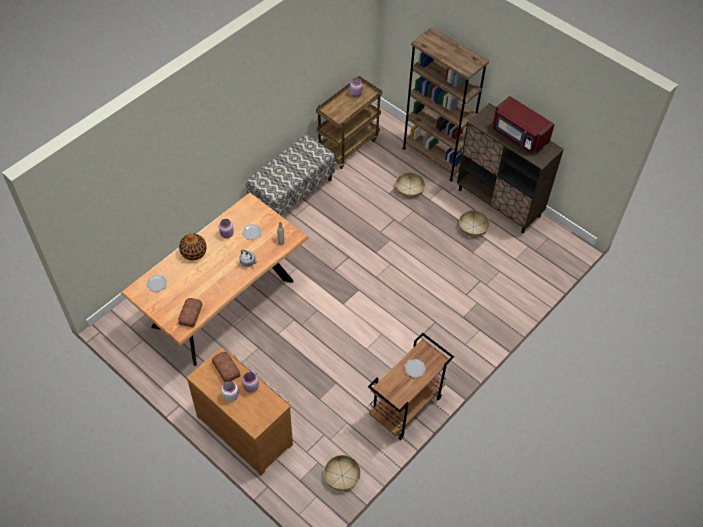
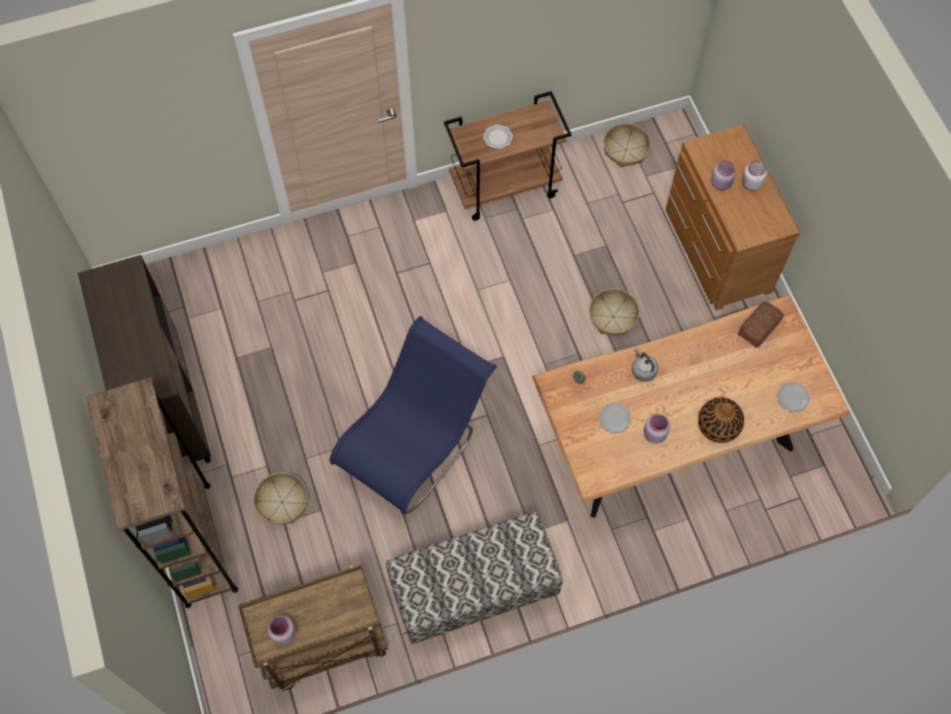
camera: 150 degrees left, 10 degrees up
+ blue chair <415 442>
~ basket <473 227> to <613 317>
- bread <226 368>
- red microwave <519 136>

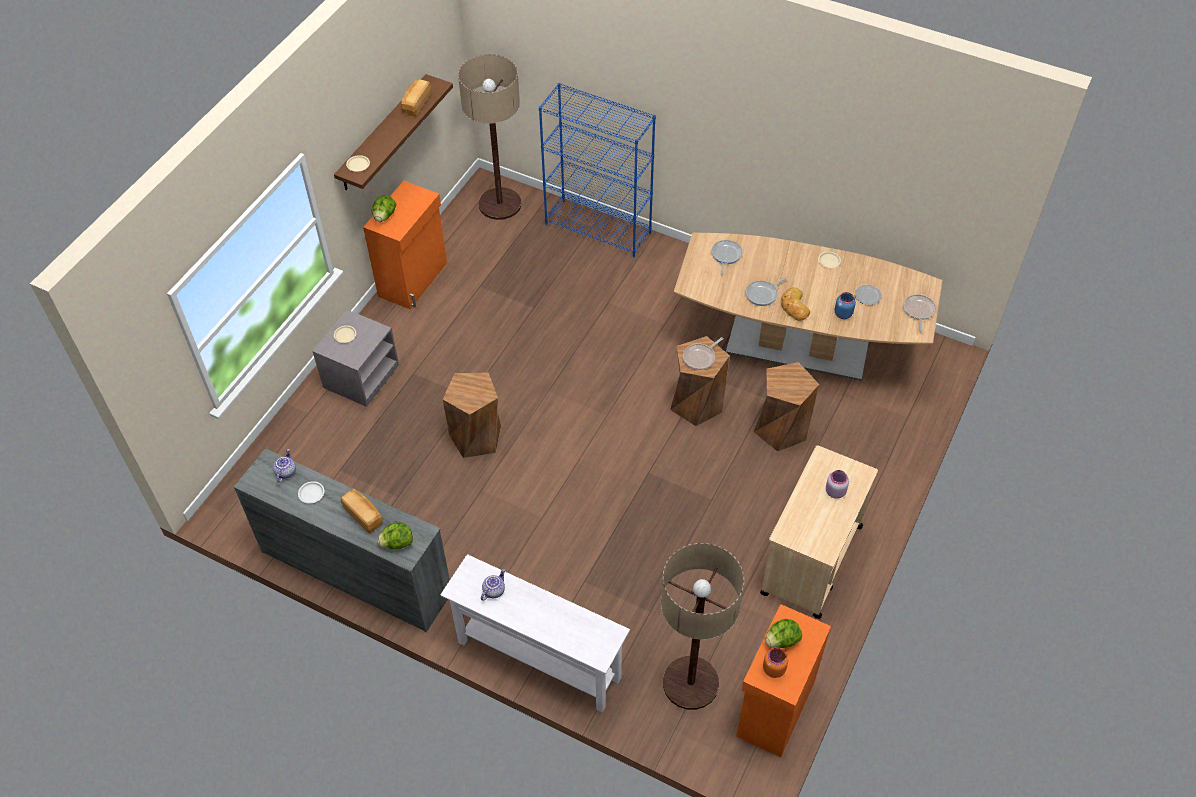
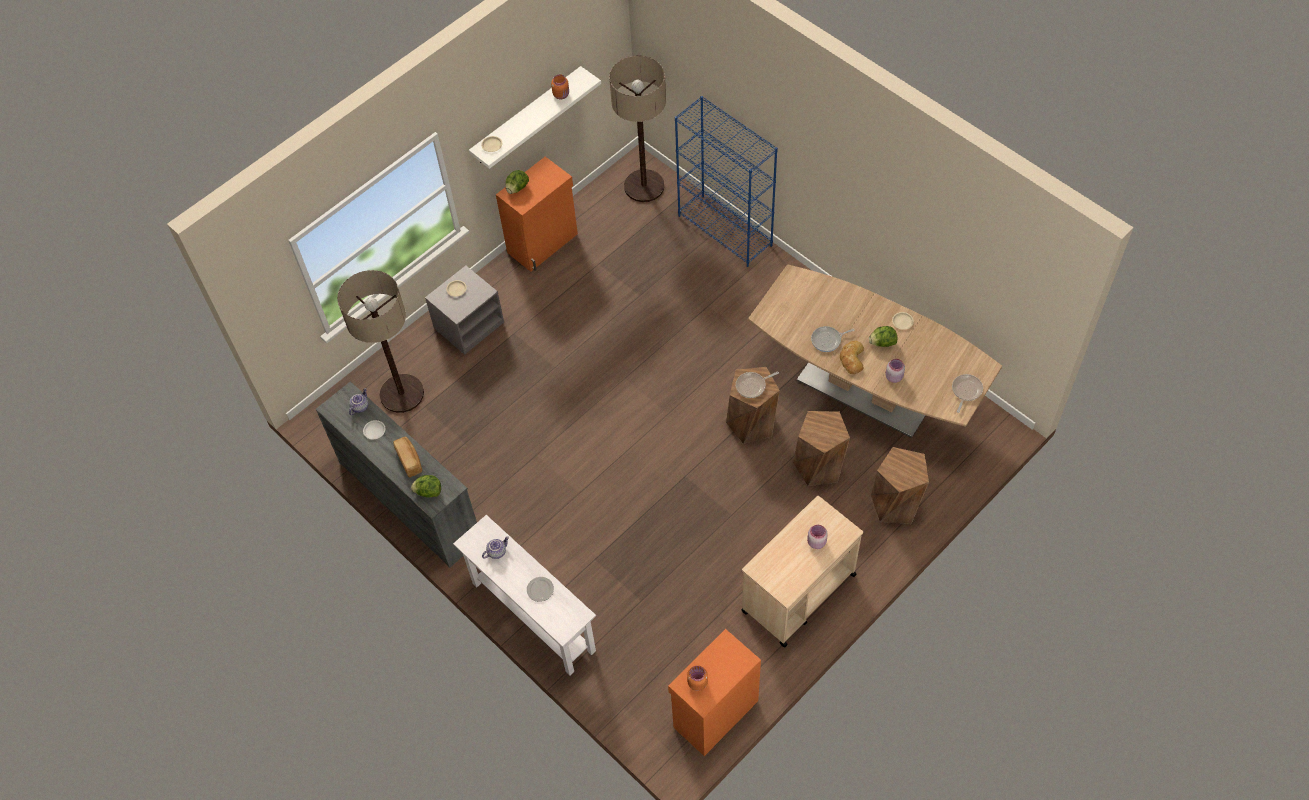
camera: 20 degrees right, 5 degrees up
~ floor lamp <690 683> to <402 394>
~ brown shelf <383 133> to white shelf <527 116>
~ plate <867 295> to <540 589>
~ bread <416 104> to orange jar <561 95>
~ lettuce <782 640> to <882 343>
~ brown stool <476 437> to <896 504>
~ blue jar <842 314> to pink jar <893 376>
- frying pan <726 255>

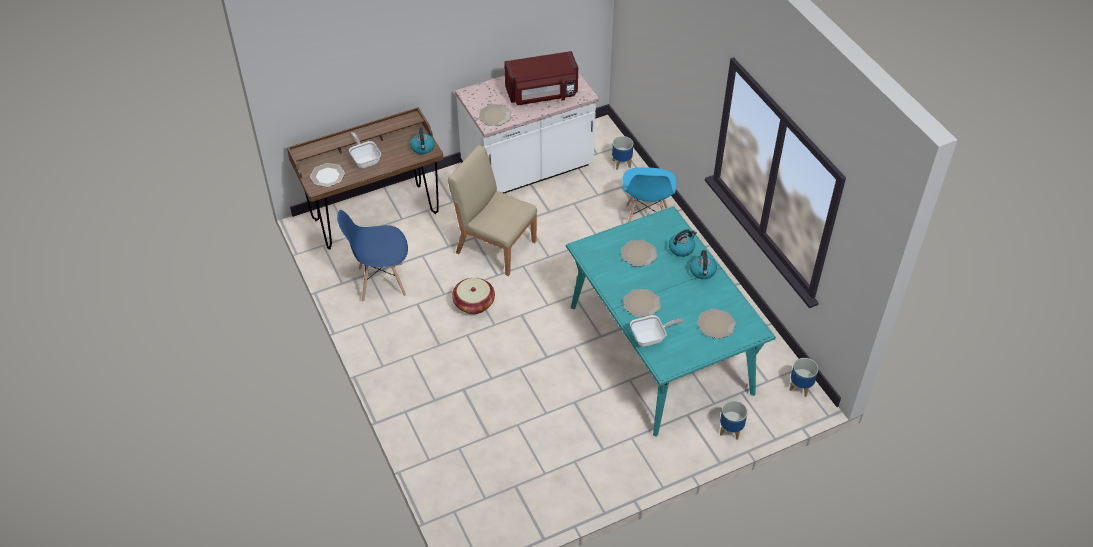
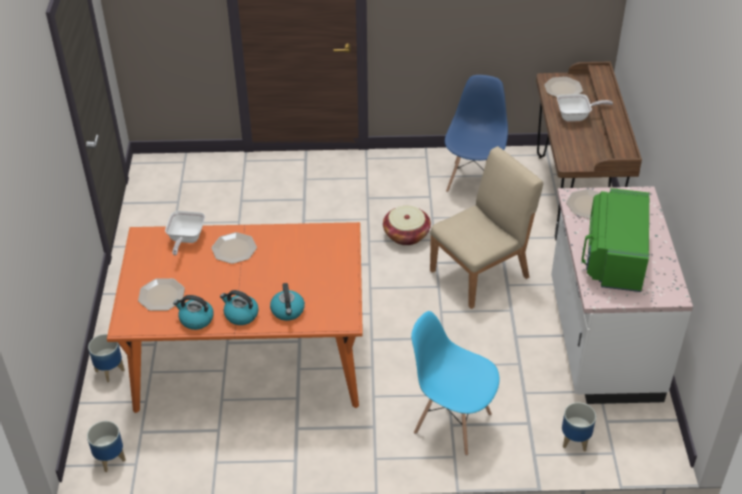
camera: 115 degrees right, 5 degrees down
~ turquoise dining table <661 349> to orange dining table <248 357>
~ kettle <423 148> to <196 319>
~ red microwave <542 94> to green microwave <614 257>
- plate <639 253>

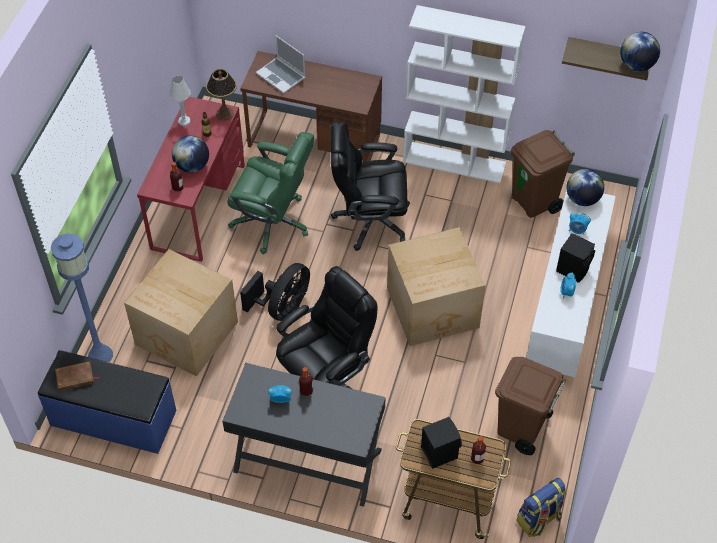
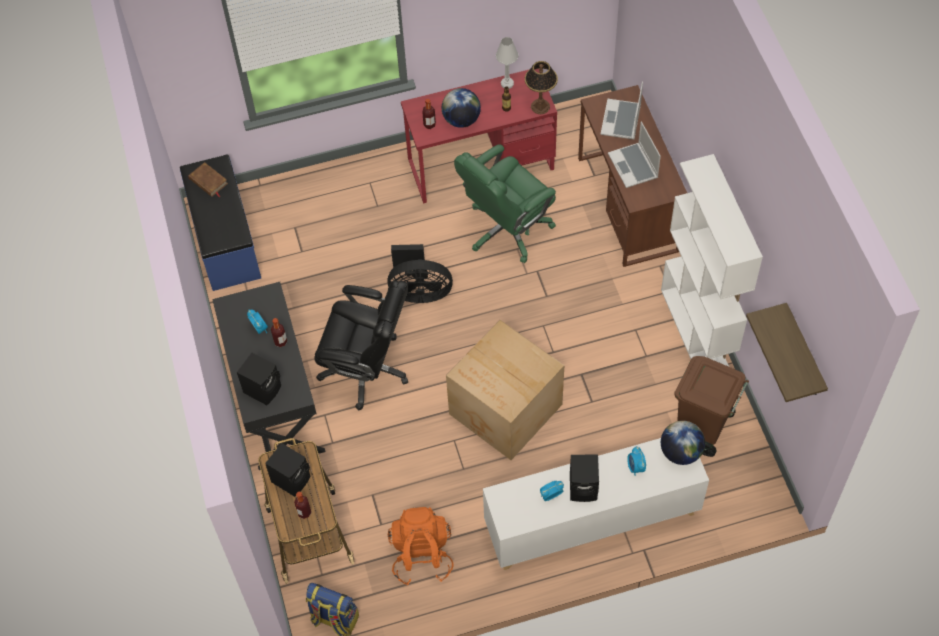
camera: 60 degrees right, 5 degrees up
+ black speaker <263 388>
~ brown trash can <521 429> to orange backpack <421 555>
~ green office chair <273 222> = <507 229> 60 degrees clockwise
+ laptop <634 166>
- blue floor lamp <100 355>
- cardboard box <187 334>
- black office chair <370 220>
- globe <636 65>

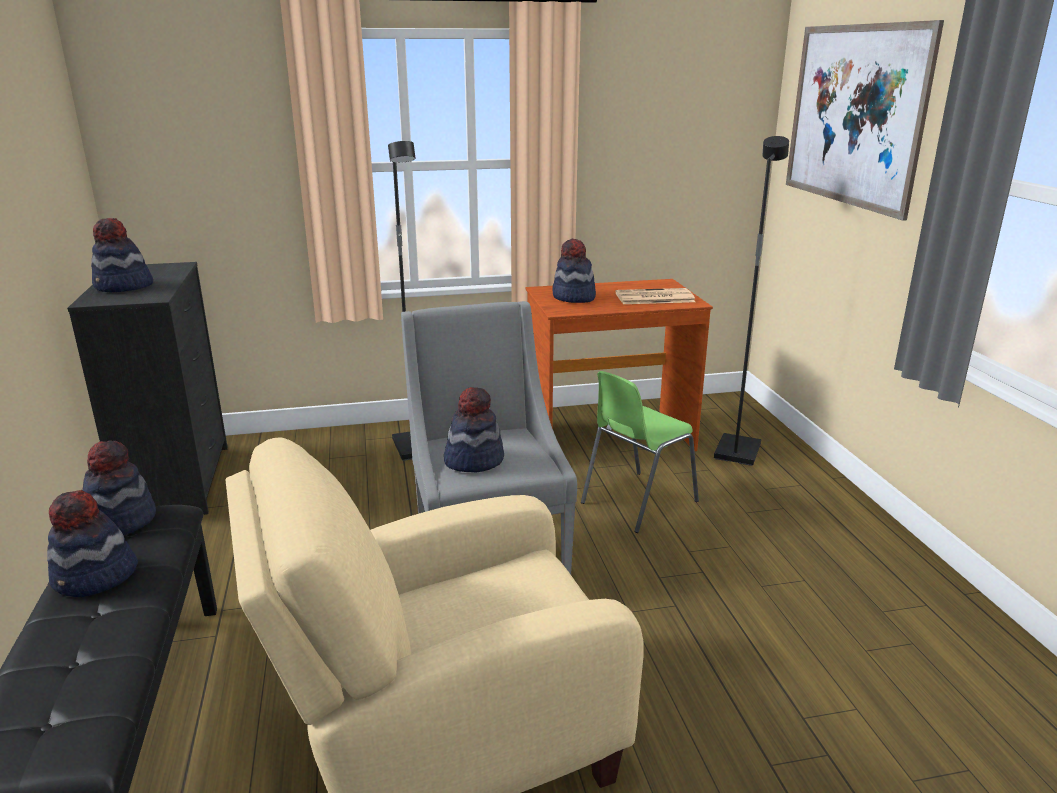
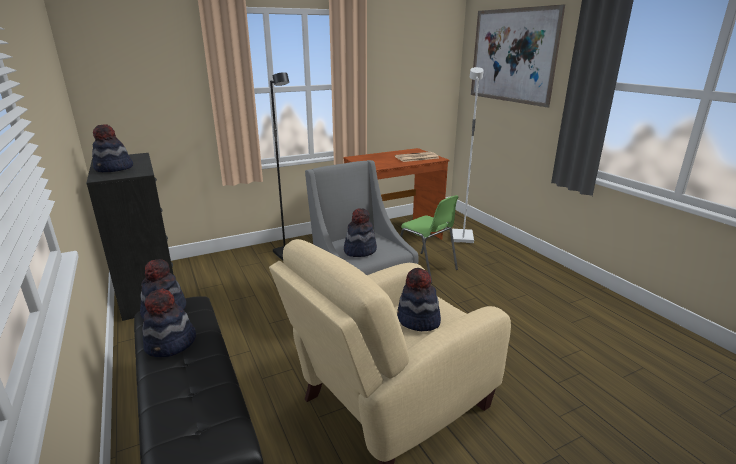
camera: 15 degrees left, 0 degrees up
~ hat <573 298> to <418 320>
~ green chair <637 502> = <425 268> 75 degrees counterclockwise
~ black floor lamp <736 451> to white floor lamp <461 237>

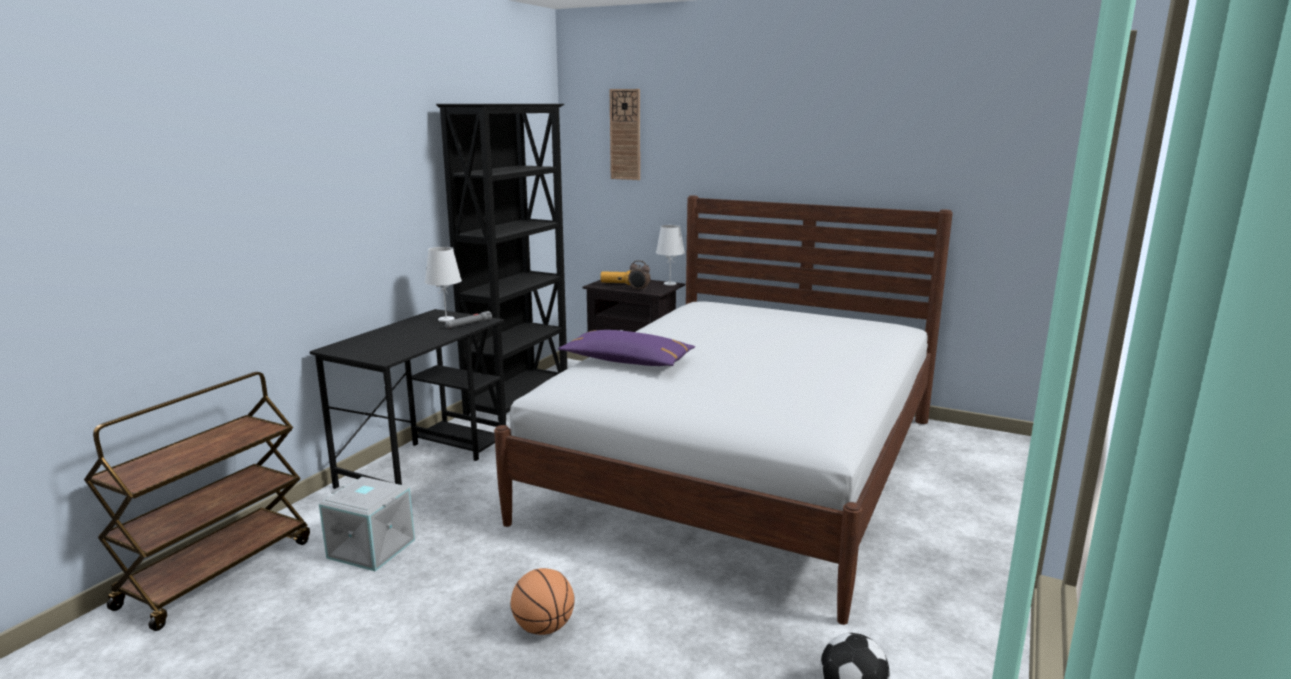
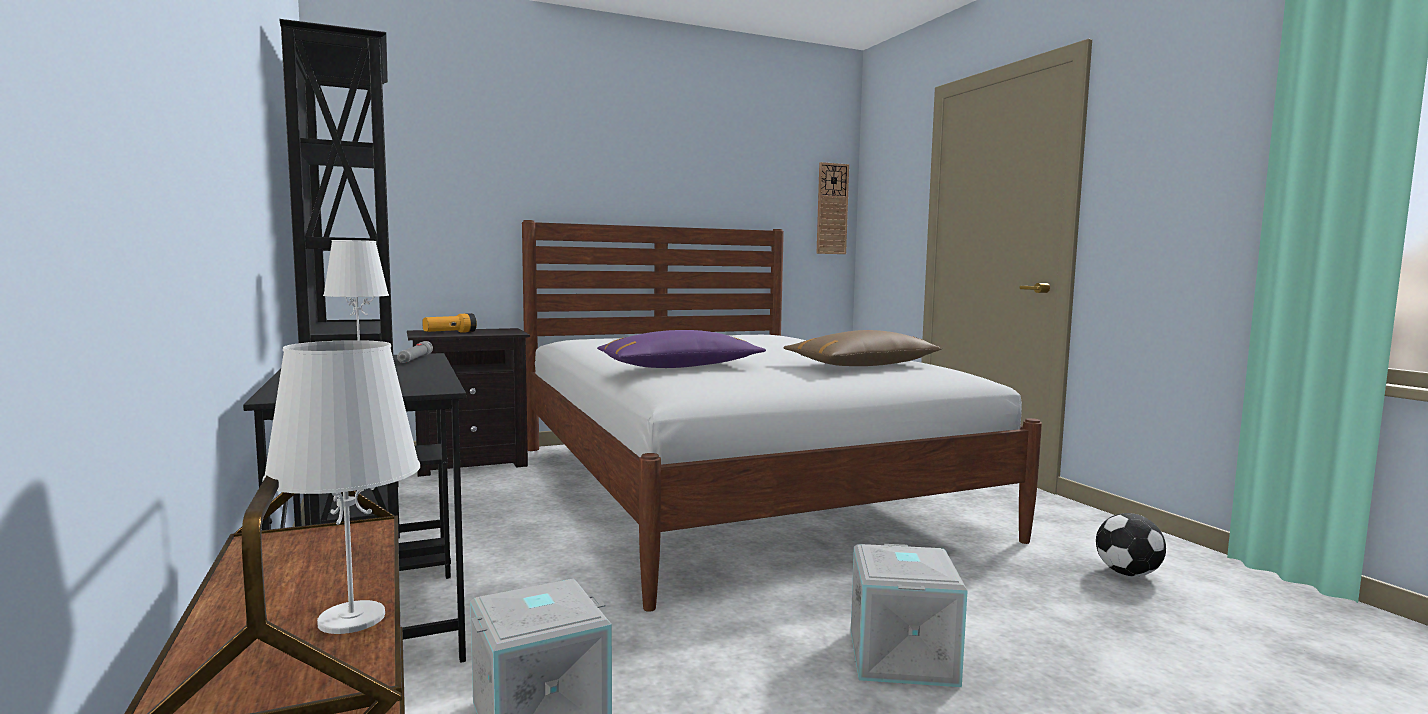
camera: 50 degrees left, 10 degrees down
~ white table lamp <670 284> to <352 619>
+ brown pillow <863 365>
~ wall clock <625 134> to <832 209>
~ basketball <543 628> to grey storage box <904 658>
- alarm clock <639 290>

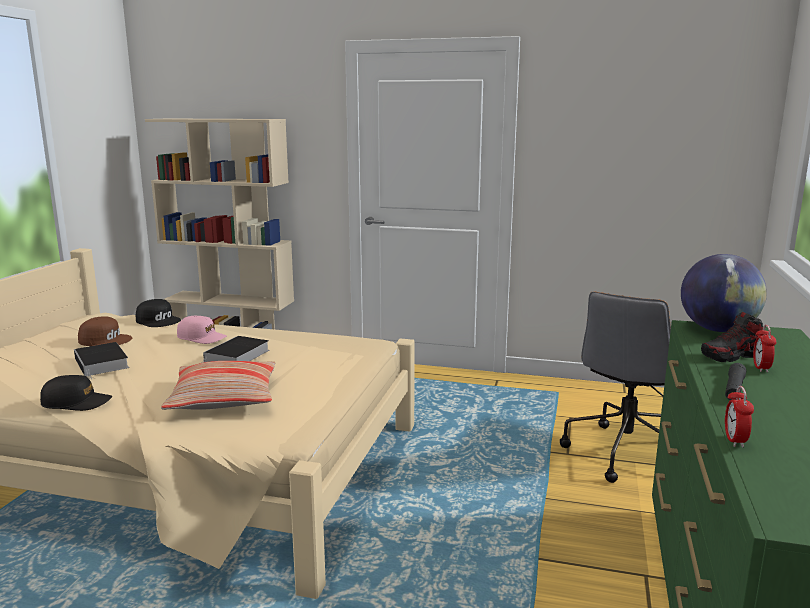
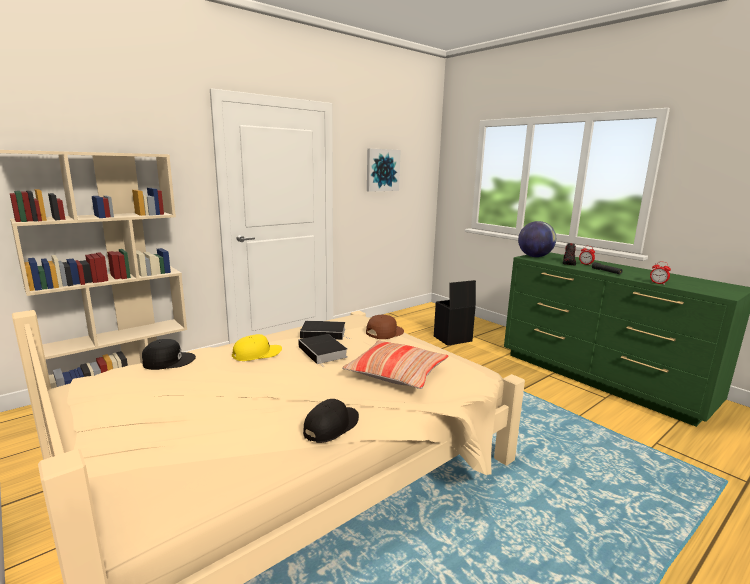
camera: 55 degrees left, 0 degrees up
~ pink cap <202 338> to yellow cap <257 354>
~ book <102 364> to <325 333>
~ brown cap <105 340> to <384 332>
+ picture <382 170>
~ grey office chair <625 453> to black storage box <452 339>

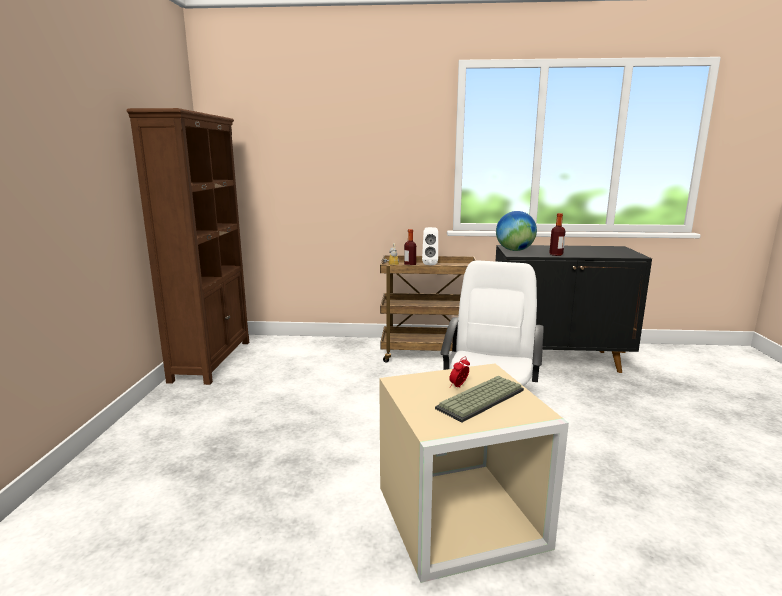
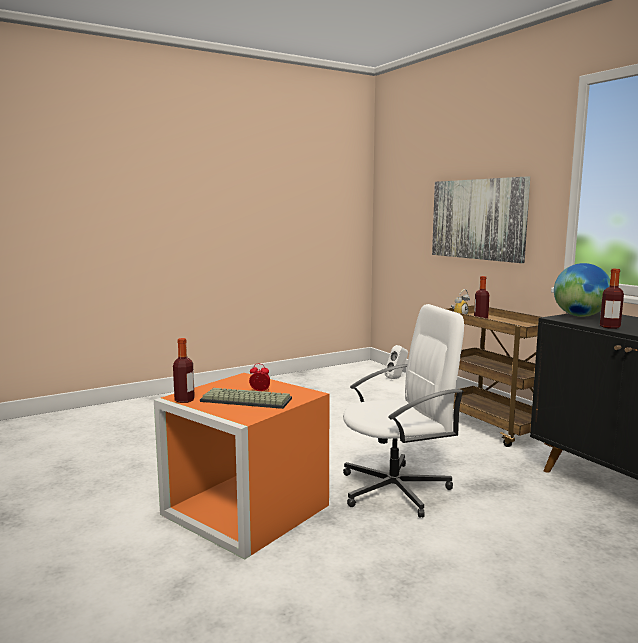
camera: 55 degrees right, 5 degrees down
~ beige storage box <458 518> to orange storage box <243 510>
+ bottle <184 400>
~ white speaker <430 264> to <396 378>
+ picture <478 219>
- brown bookcase <212 360>

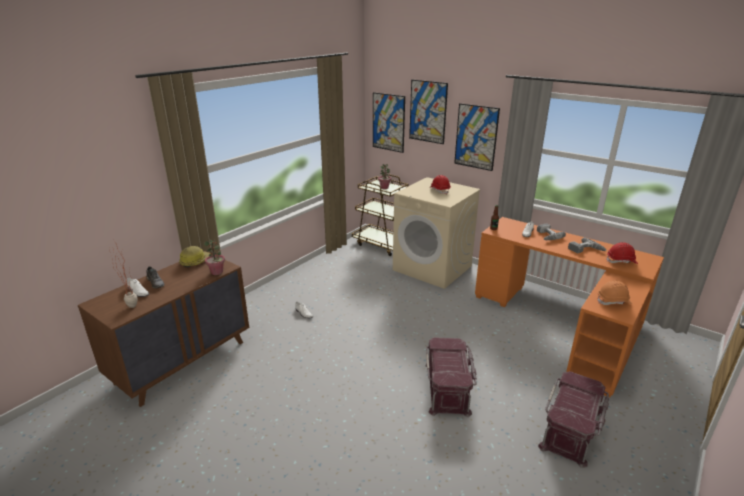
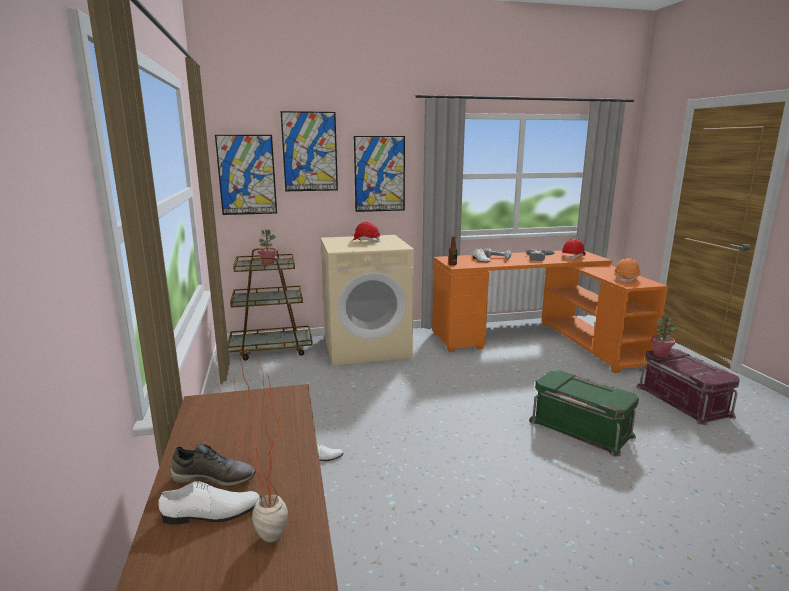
camera: 50 degrees left, 10 degrees down
~ red storage box <448 388> to green storage box <581 428>
~ potted plant <217 272> to <660 355>
- hard hat <195 261>

